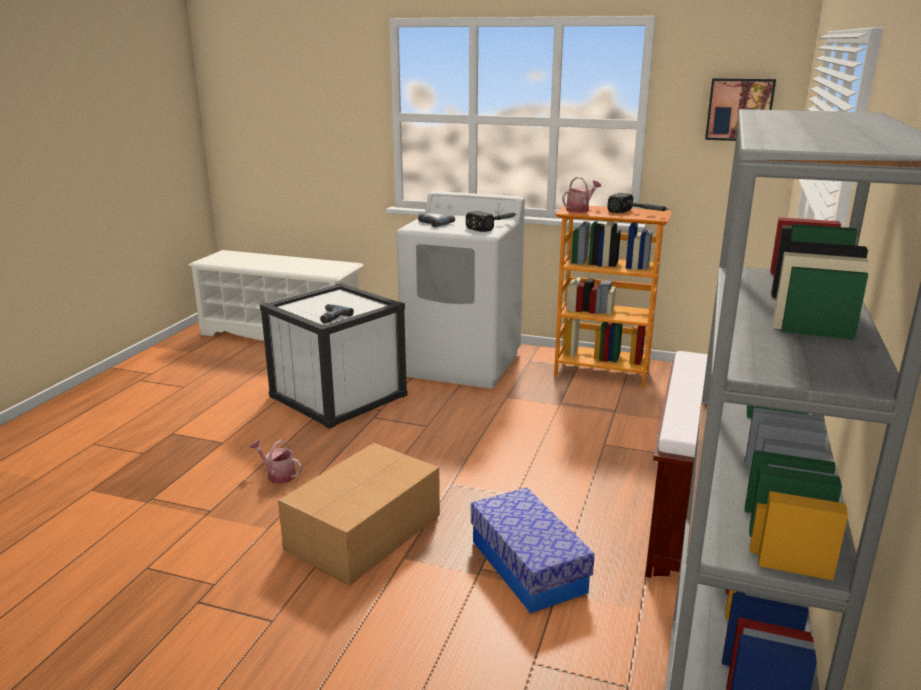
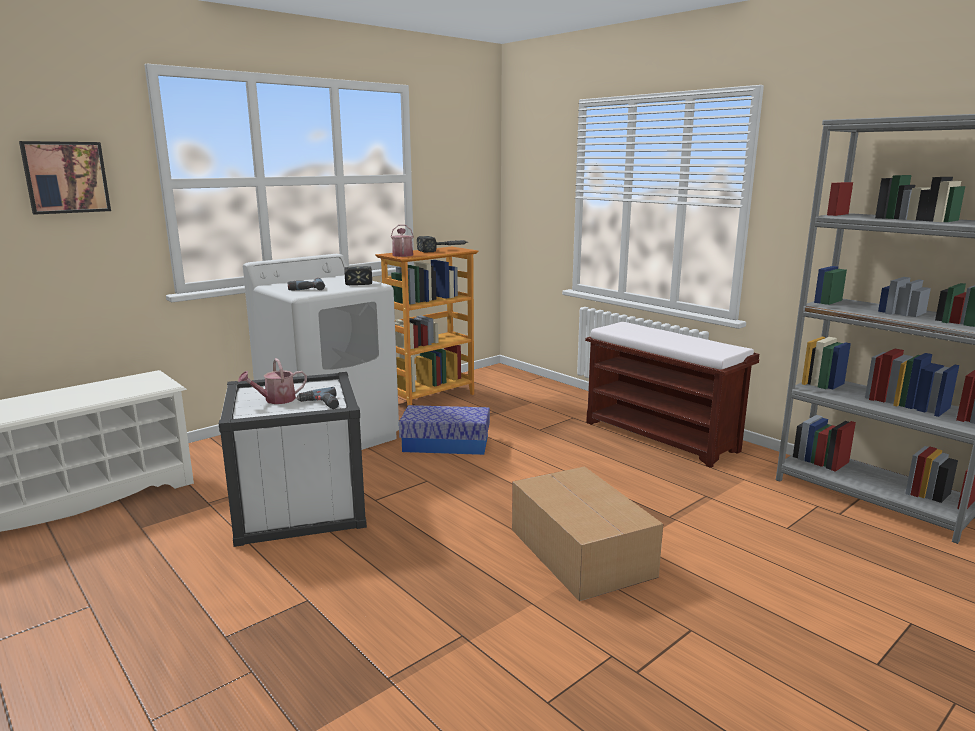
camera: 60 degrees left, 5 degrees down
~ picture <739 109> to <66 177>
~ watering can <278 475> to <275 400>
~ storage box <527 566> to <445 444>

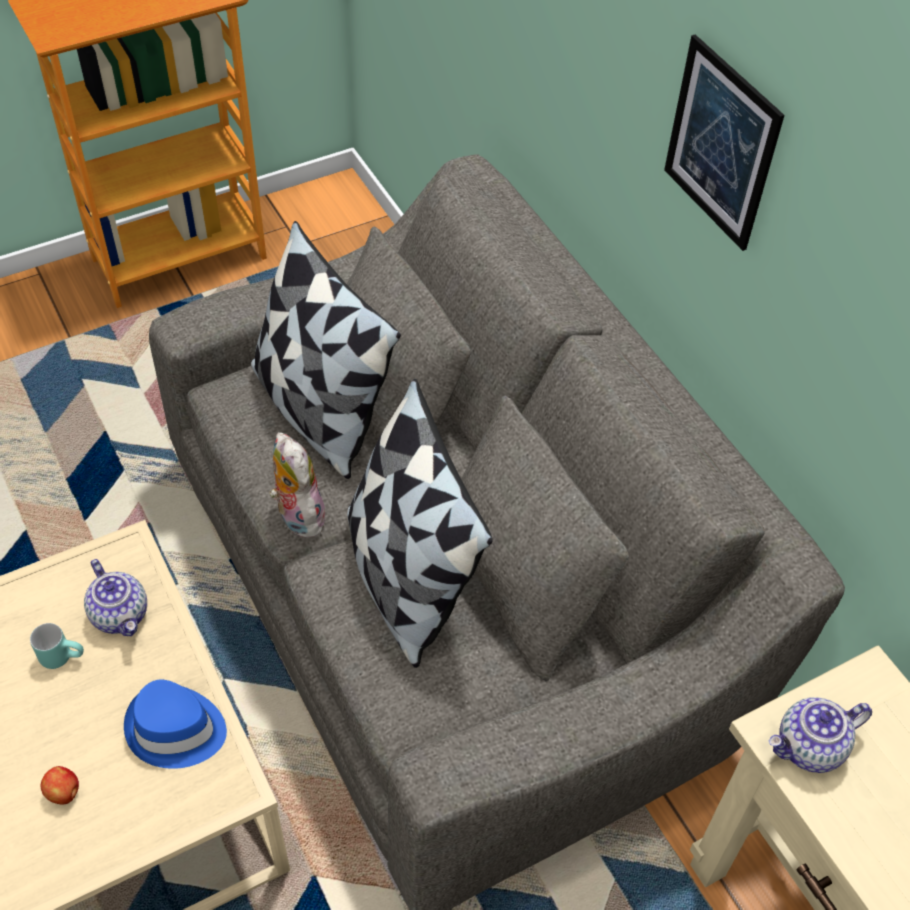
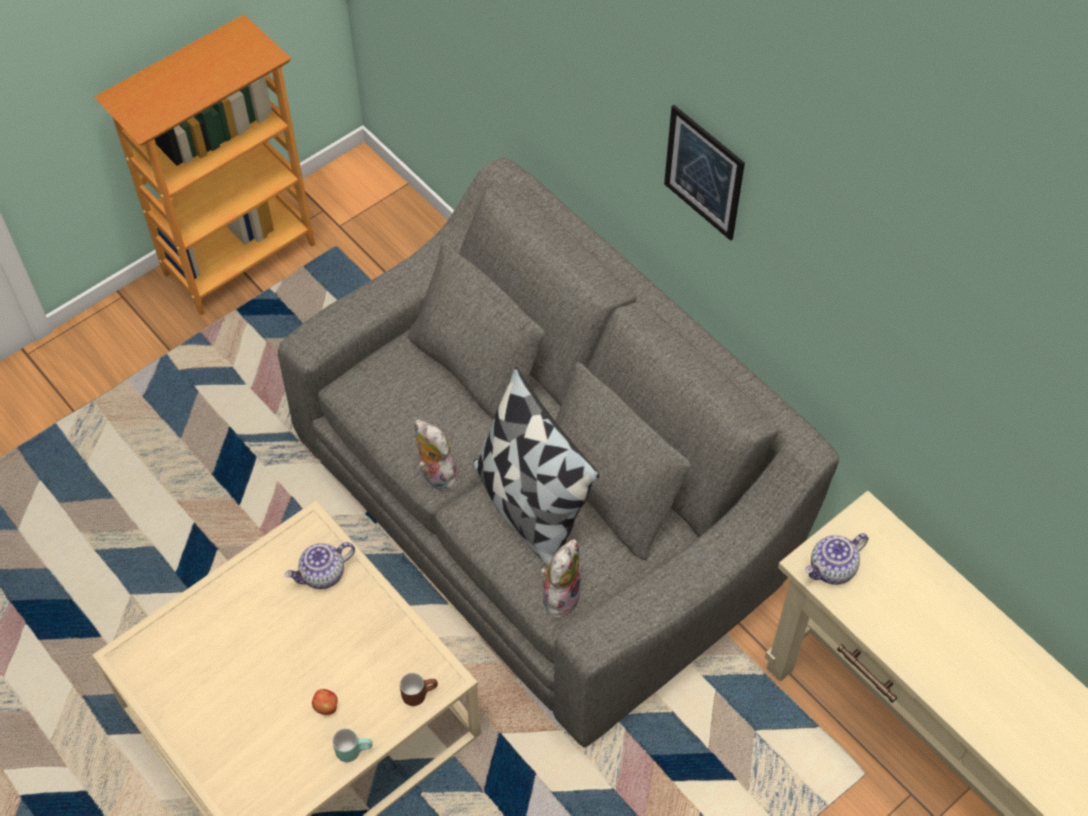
camera: 10 degrees left, 5 degrees up
~ teapot <121 614> = <323 575> 105 degrees clockwise
~ turquoise mug <63 655> to <354 749>
+ brown mug <419 692>
+ plush toy <560 595>
- blue hat <175 729>
- pillow <319 410>

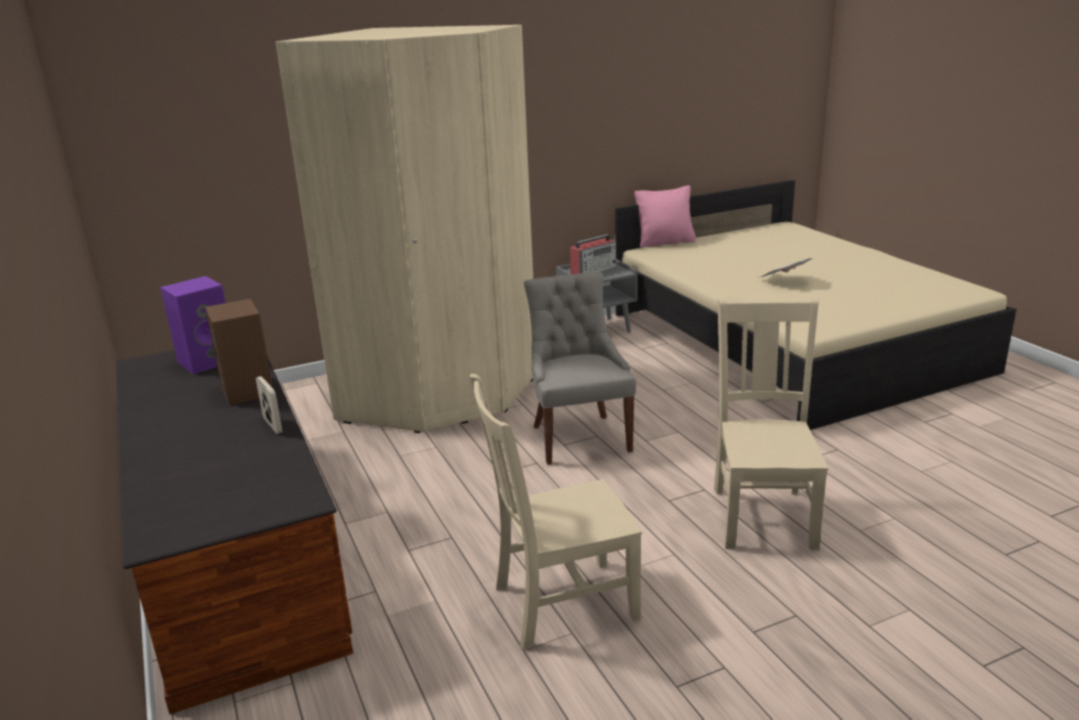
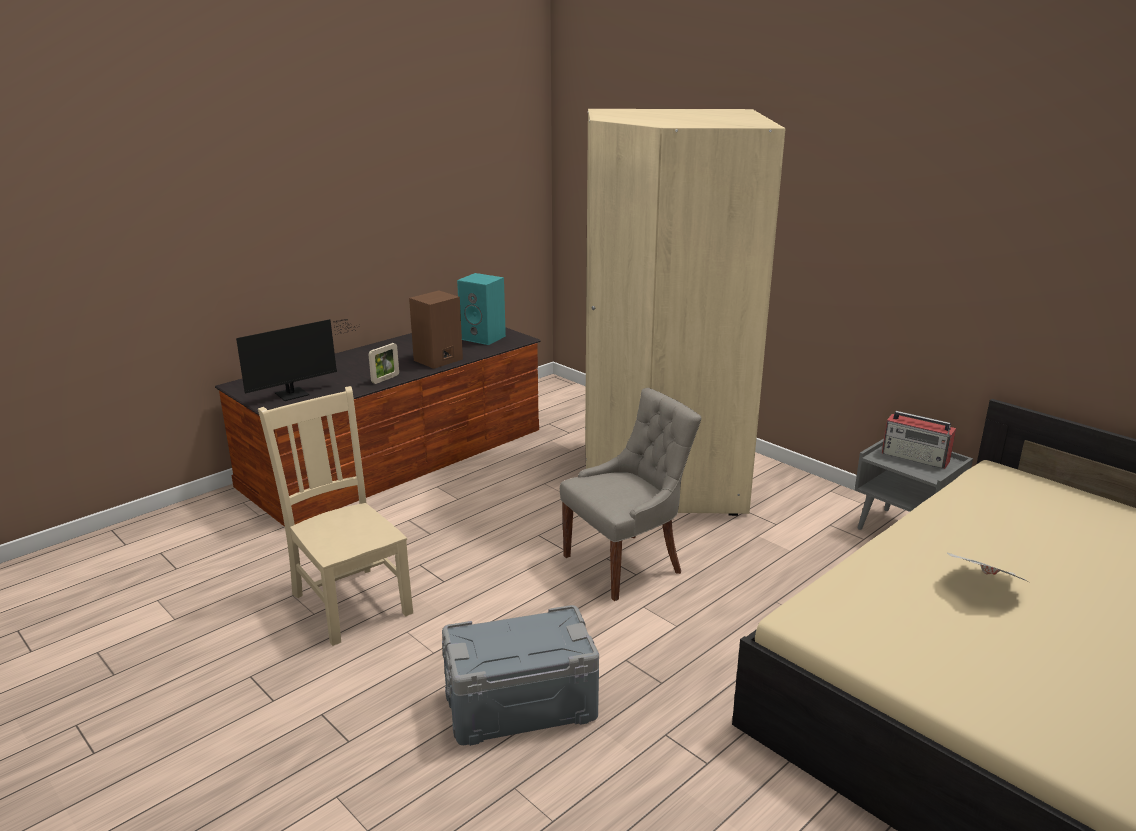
camera: 70 degrees right, 0 degrees up
+ monitor <297 393>
~ beige chair <763 515> to grey storage box <521 706>
~ purple speaker <208 360> to turquoise speaker <484 337>
- pink pillow <665 243>

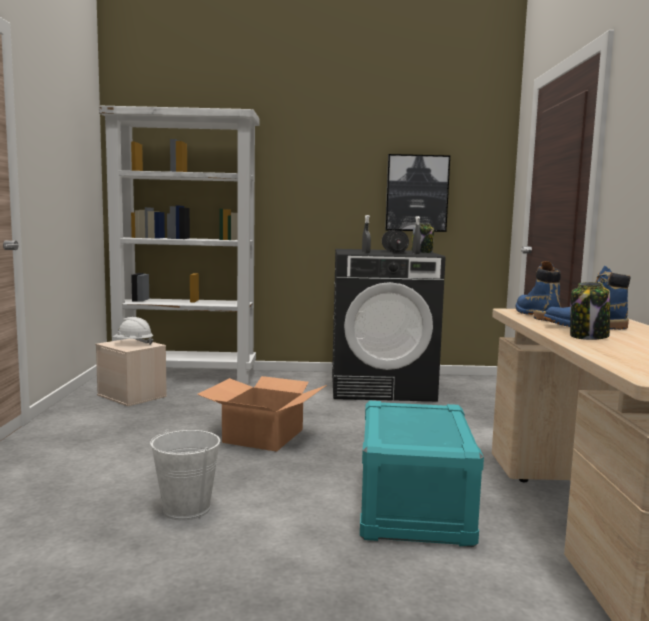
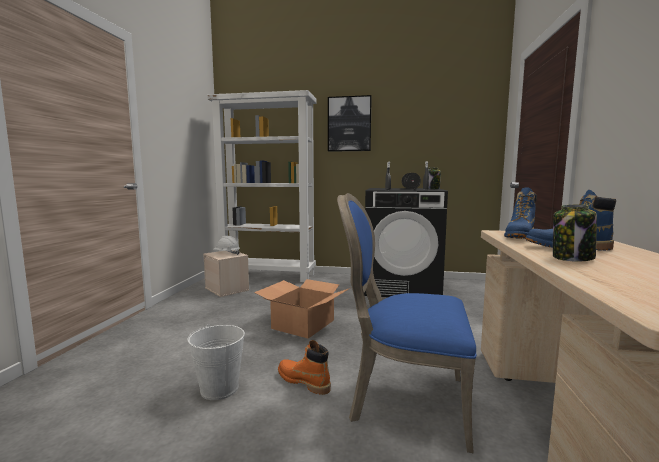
camera: 10 degrees right, 0 degrees up
+ orange boot <303 382>
~ picture <417 193> to <349 124>
~ turquoise storage box <412 507> to blue chair <404 400>
~ blue boot <536 316> = <520 237> 150 degrees counterclockwise

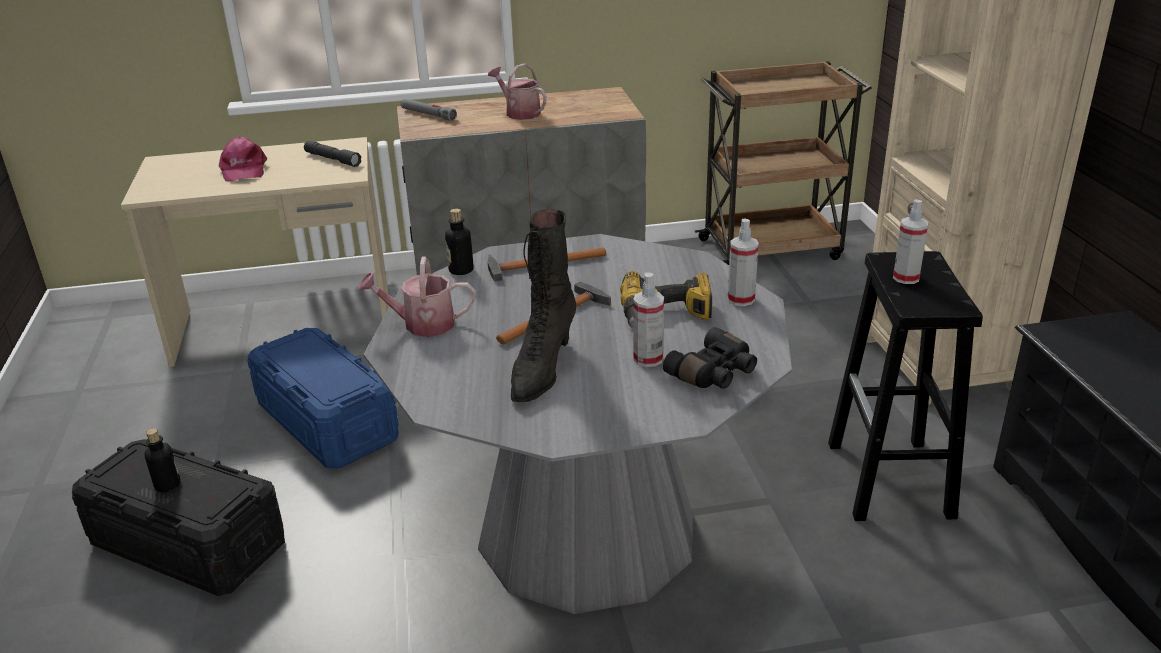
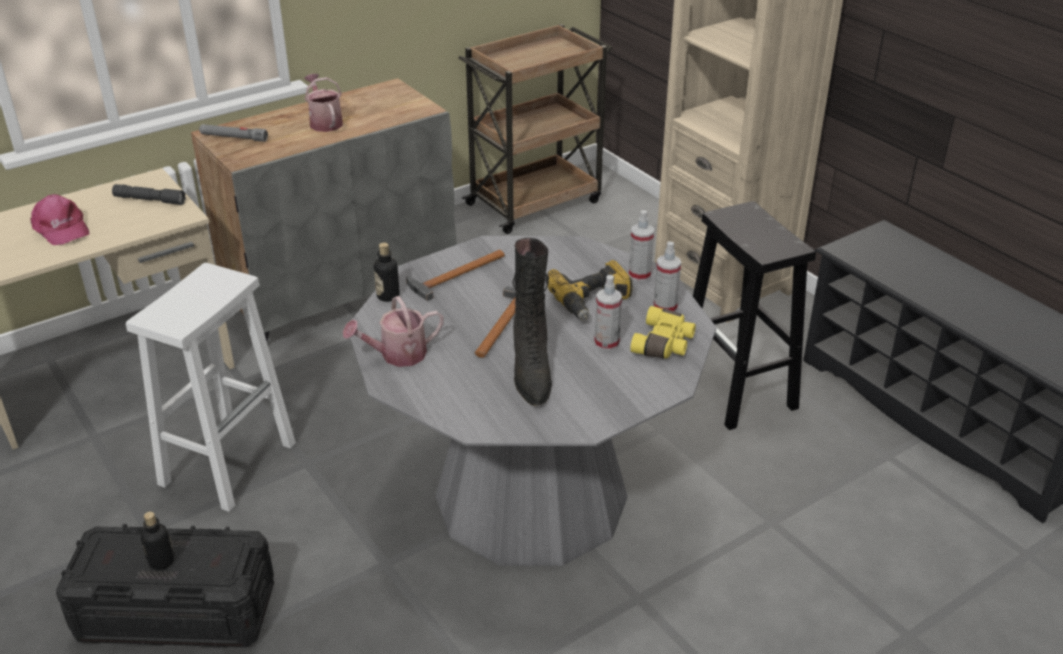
camera: 25 degrees left, 5 degrees up
~ blue storage box <327 421> to white stool <229 462>
~ watering can <519 112> = <324 122> 45 degrees clockwise
~ black binoculars <714 373> to yellow binoculars <664 344>
~ spray bottle <906 278> to <665 308>

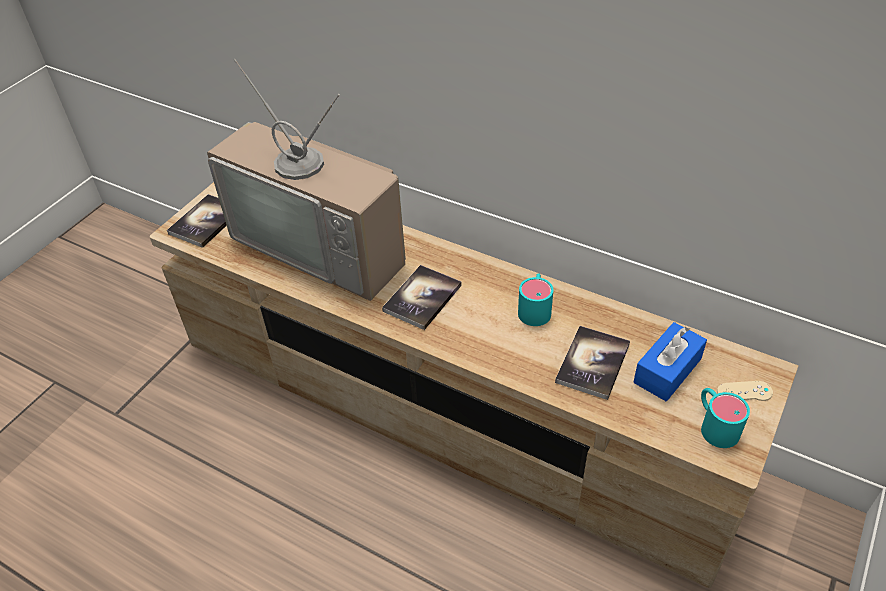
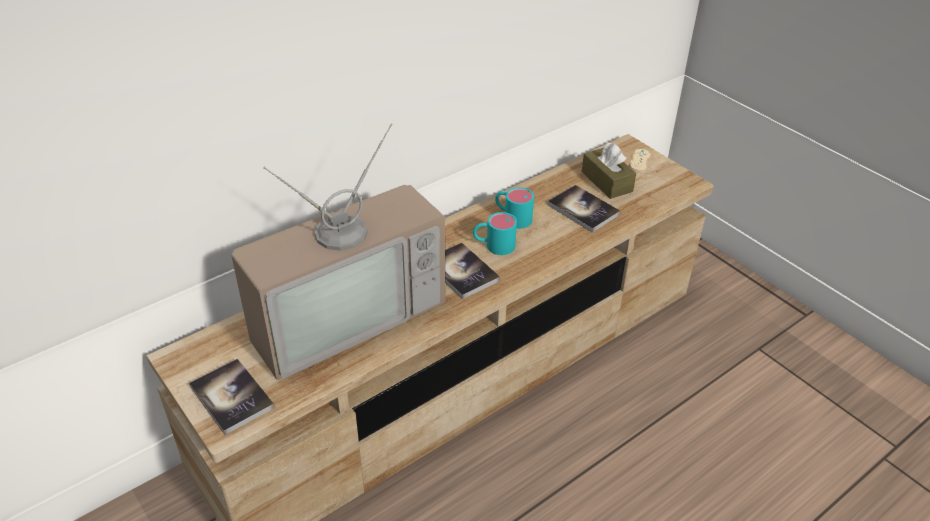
camera: 70 degrees left, 5 degrees down
~ turquoise mug <715 425> to <493 245>
~ blue tissue box <667 370> to brown tissue box <606 181>

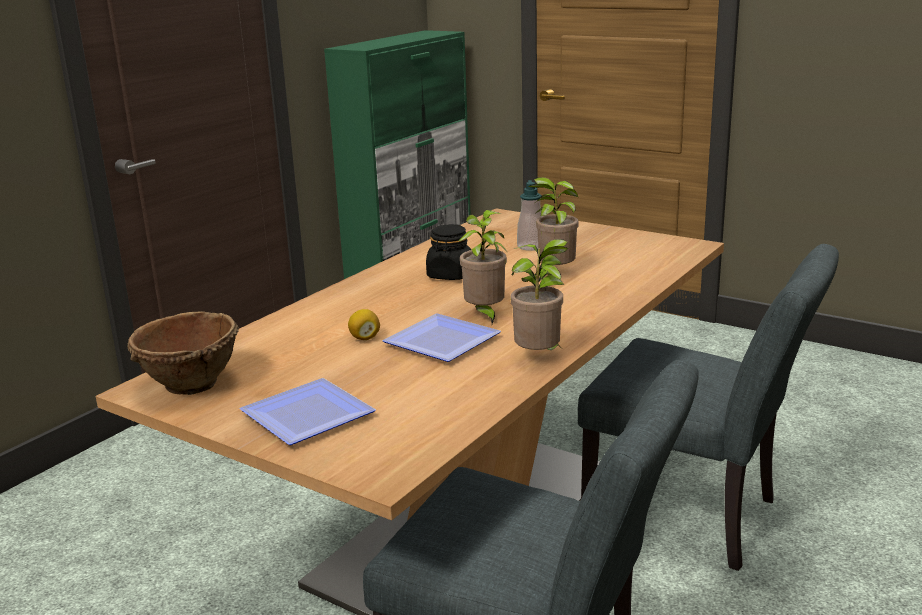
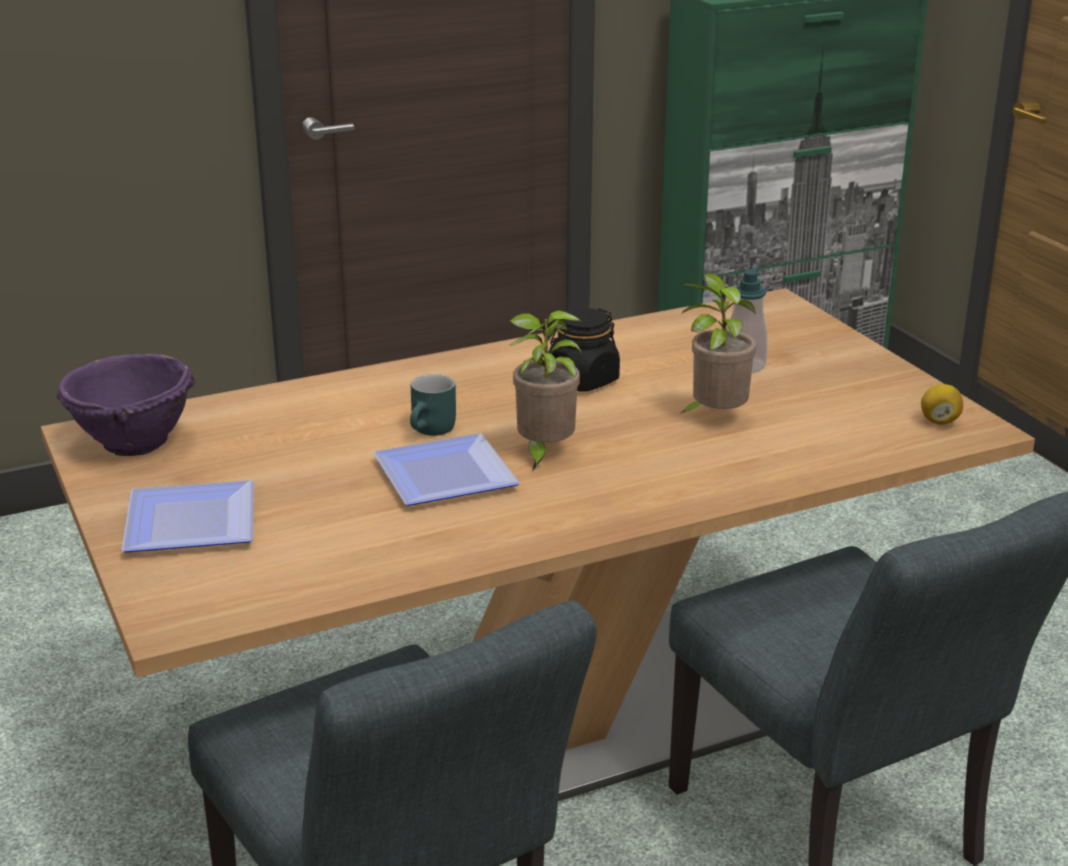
camera: 30 degrees right, 5 degrees up
~ brown bowl <190 385> to purple bowl <133 443>
+ turquoise mug <433 431>
~ lemon <364 338> to <939 421>
- potted plant <540 357>

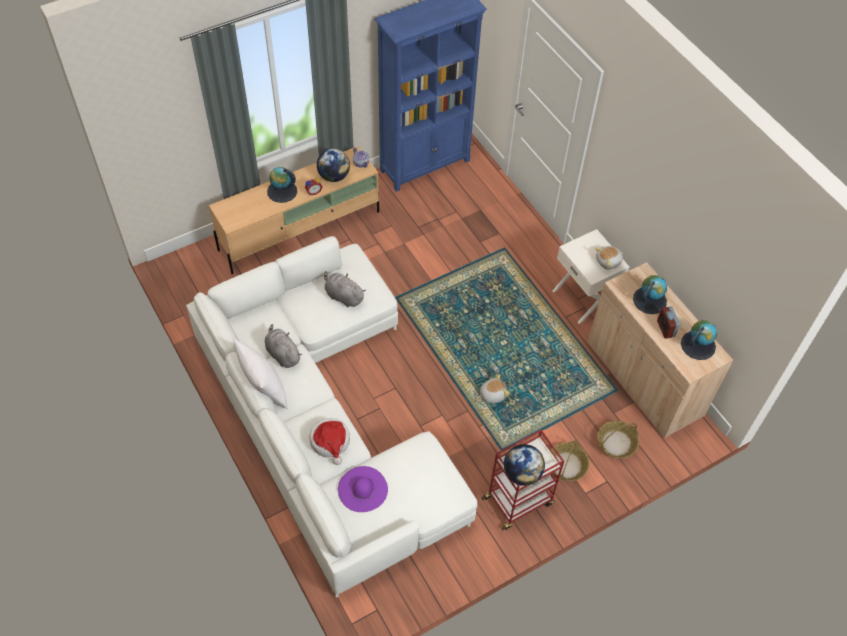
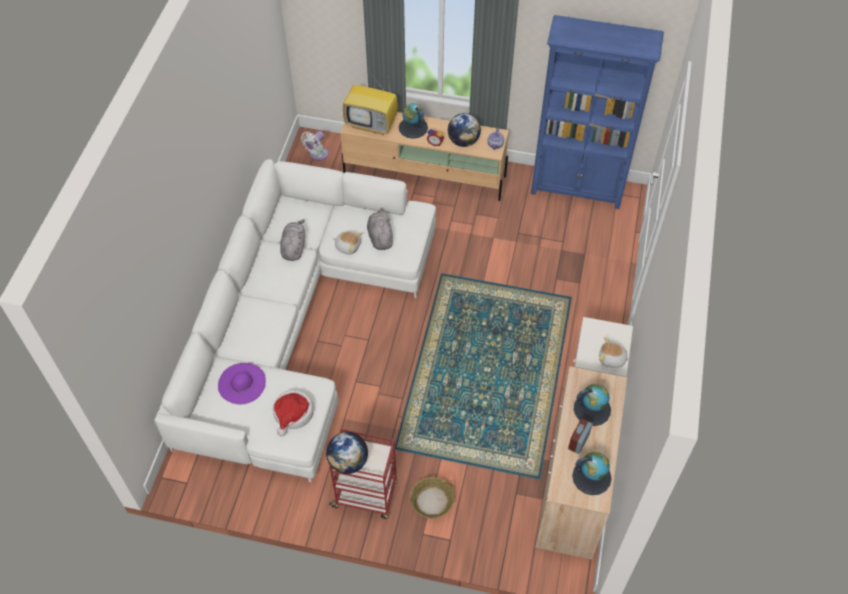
camera: 45 degrees right, 0 degrees up
~ hat <330 442> to <293 414>
+ white fan <317 155>
~ plush toy <492 394> to <348 246>
+ television <372 124>
- white pillow <264 389>
- basket <616 443>

